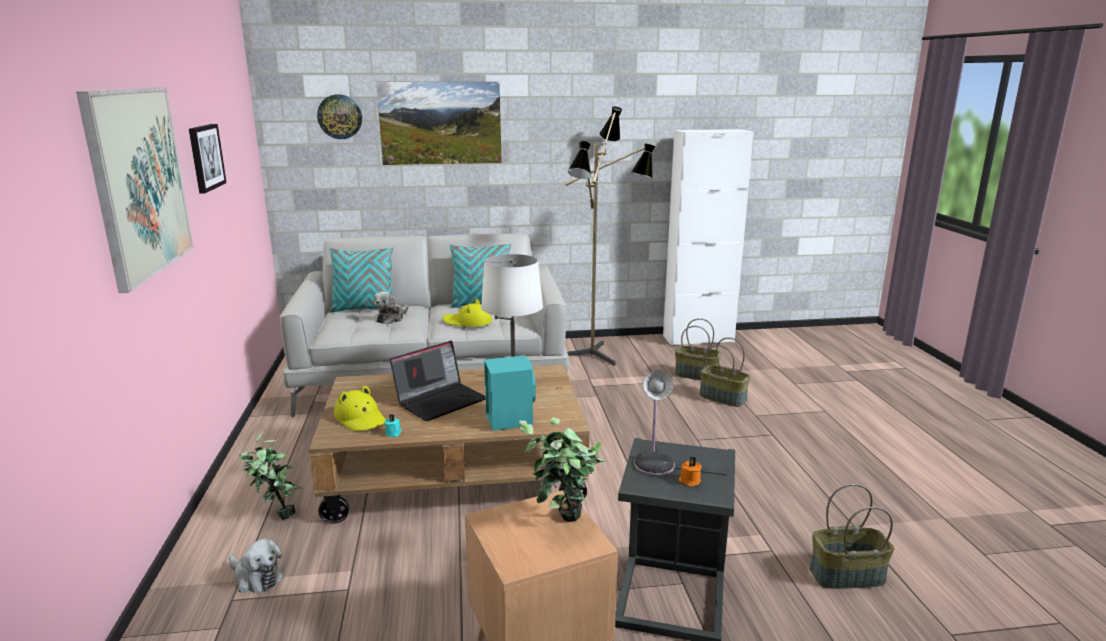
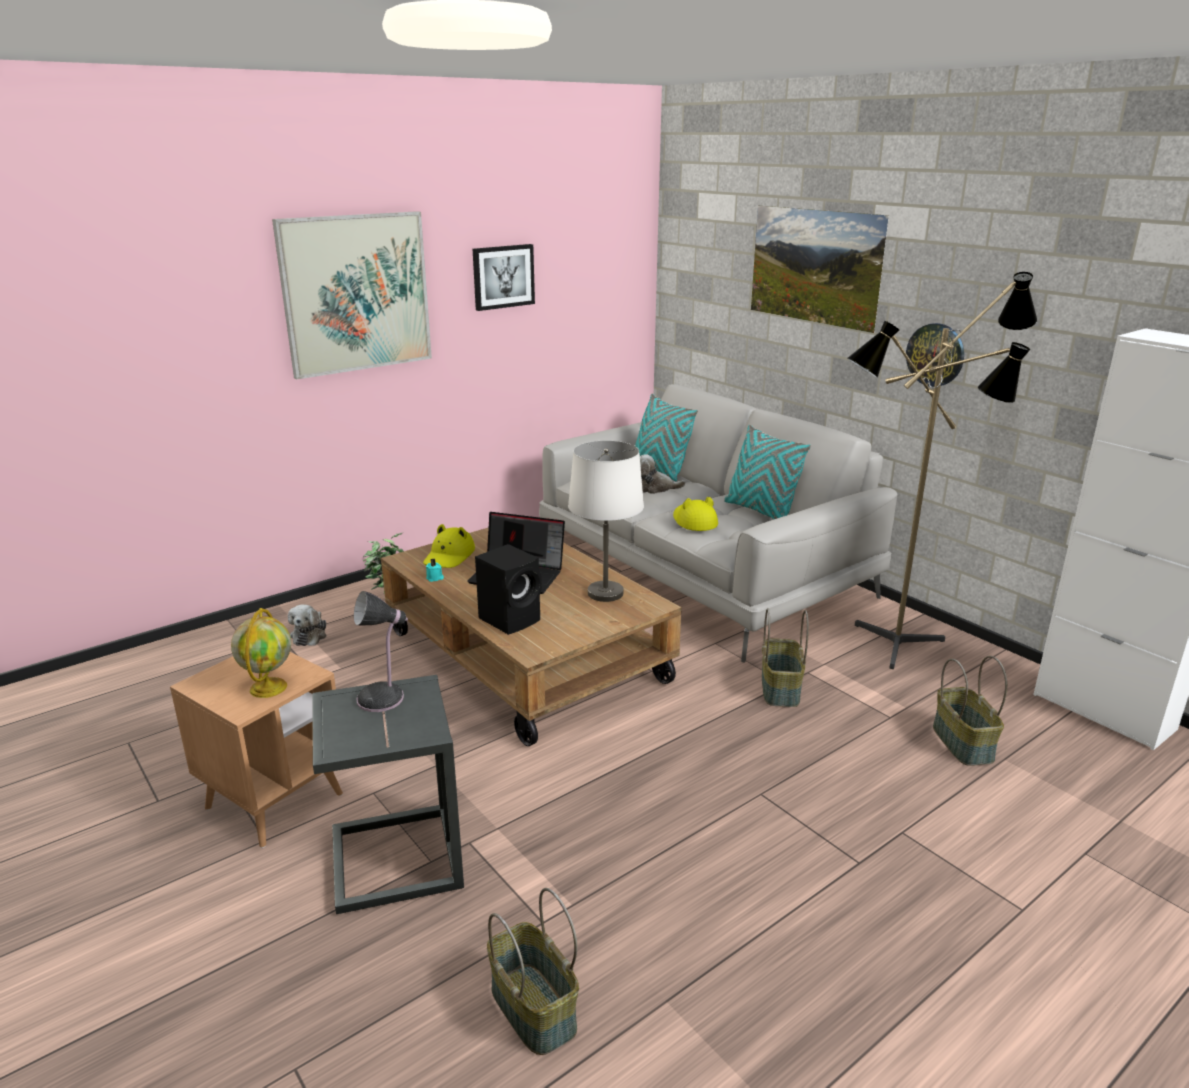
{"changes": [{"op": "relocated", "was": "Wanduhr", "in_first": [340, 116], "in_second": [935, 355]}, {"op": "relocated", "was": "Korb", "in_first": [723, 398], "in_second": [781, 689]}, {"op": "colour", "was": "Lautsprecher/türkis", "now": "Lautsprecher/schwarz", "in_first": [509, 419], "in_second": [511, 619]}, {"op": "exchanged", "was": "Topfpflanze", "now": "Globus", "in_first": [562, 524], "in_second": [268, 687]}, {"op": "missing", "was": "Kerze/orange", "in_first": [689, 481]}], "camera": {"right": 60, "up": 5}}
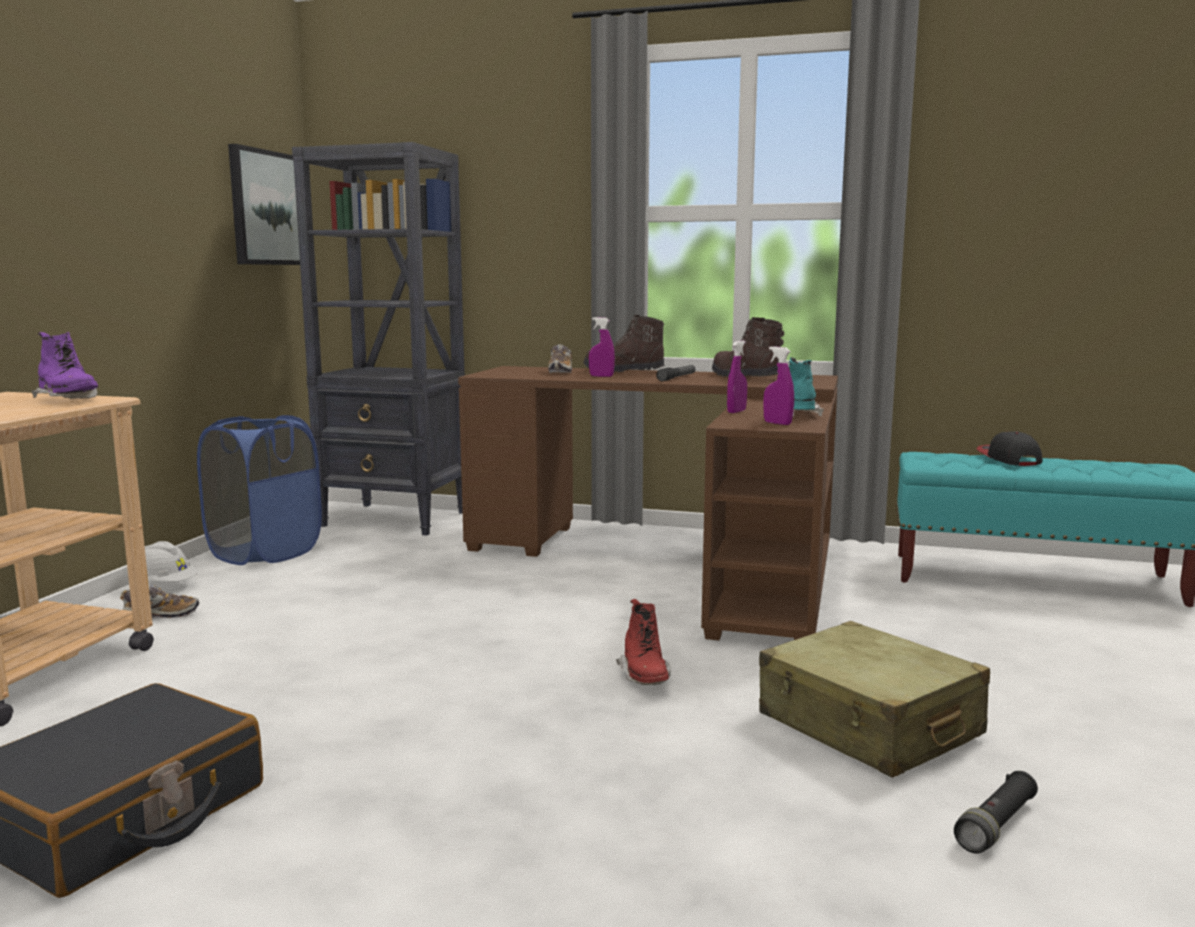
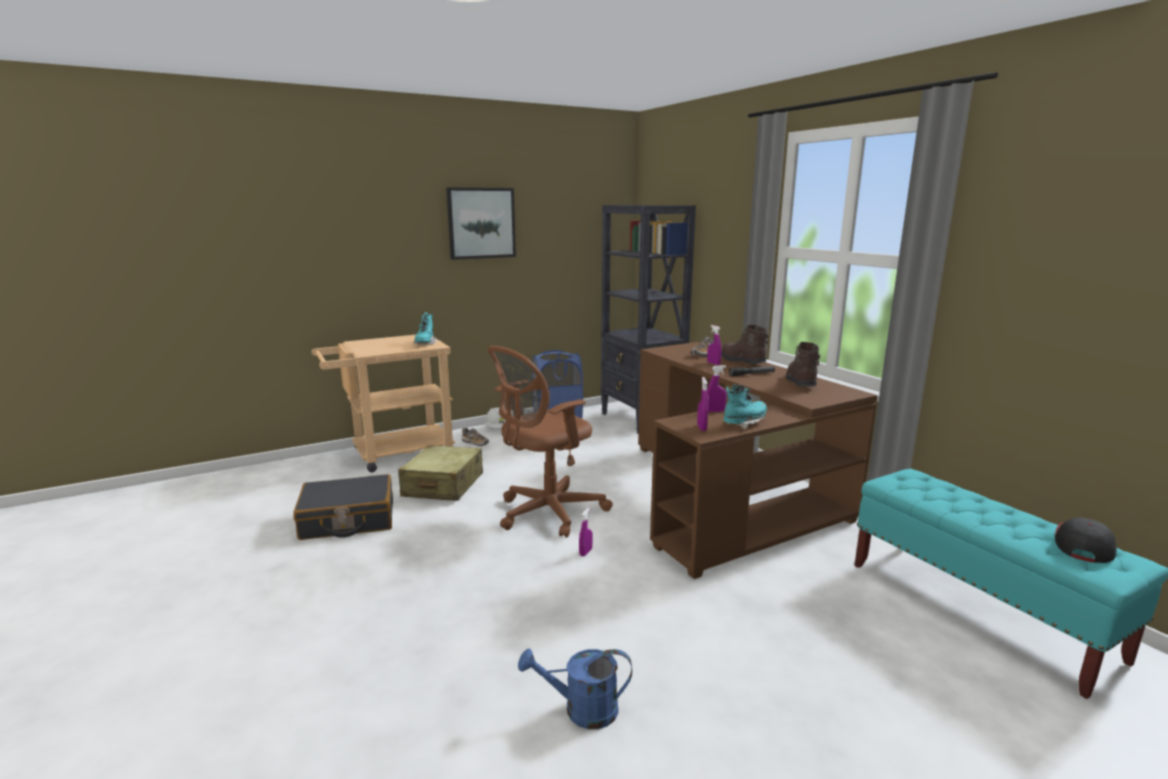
{"changes": [{"op": "relocated", "was": "Bild", "in_first": [268, 208], "in_second": [481, 223]}, {"op": "colour", "was": "Stiefel/lila", "now": "Stiefel/türkis", "in_first": [69, 400], "in_second": [425, 344]}, {"op": "relocated", "was": "Kappe", "in_first": [1008, 458], "in_second": [1083, 544]}, {"op": "exchanged", "was": "Stiefel/rot", "now": "Sprühflasche/lila", "in_first": [645, 677], "in_second": [585, 552]}, {"op": "relocated", "was": "Koffer/beige", "in_first": [868, 725], "in_second": [443, 485]}, {"op": "exchanged", "was": "Taschenlampe/schwarz", "now": "Gießkanne/blau", "in_first": [996, 825], "in_second": [581, 710]}, {"op": "appeared", "now": "Bürostuhl/braun", "in_second": [546, 513]}], "camera": {"right": 45, "up": 5}}
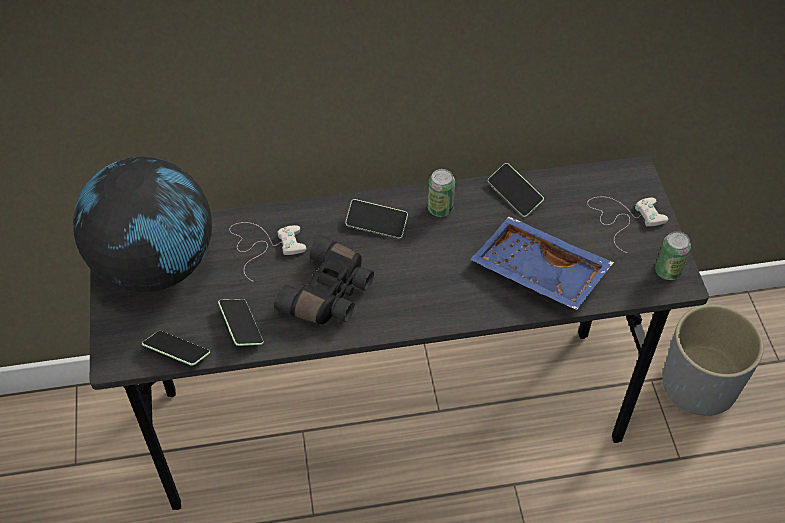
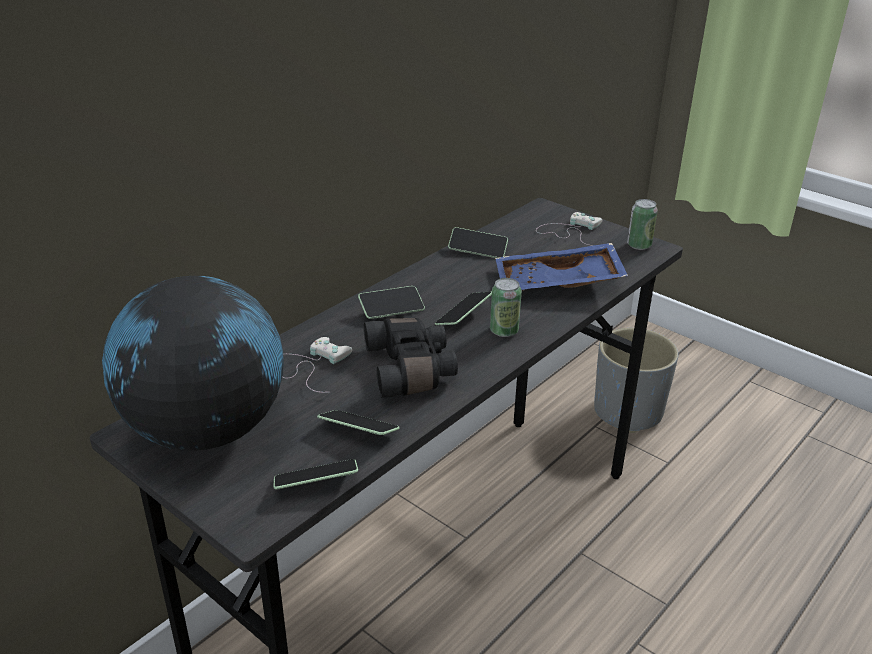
{"changes": [{"op": "relocated", "was": "Dose", "in_first": [440, 209], "in_second": [504, 331]}, {"op": "appeared", "now": "Handy", "in_second": [463, 316]}], "camera": {"right": -40, "up": -20}}
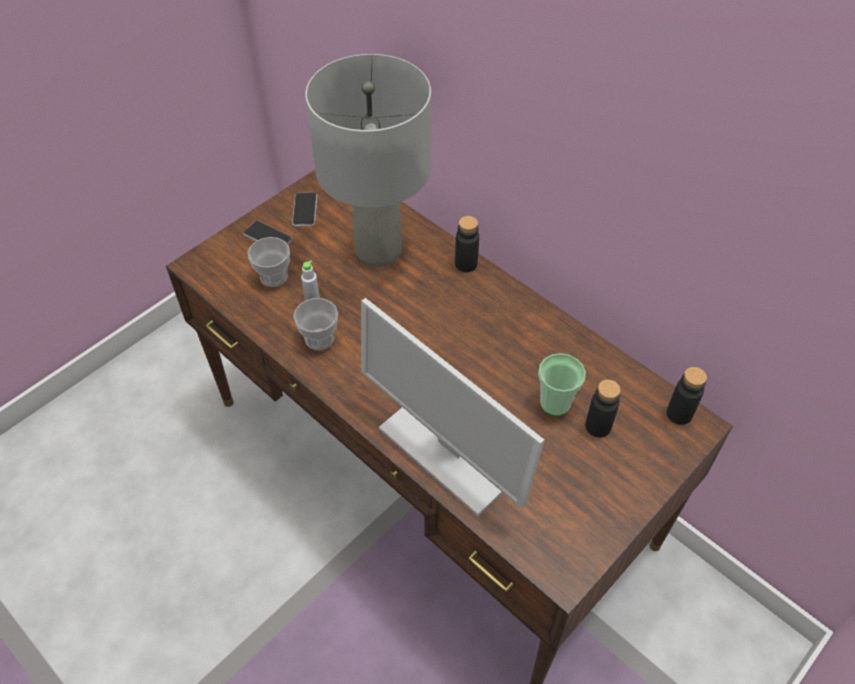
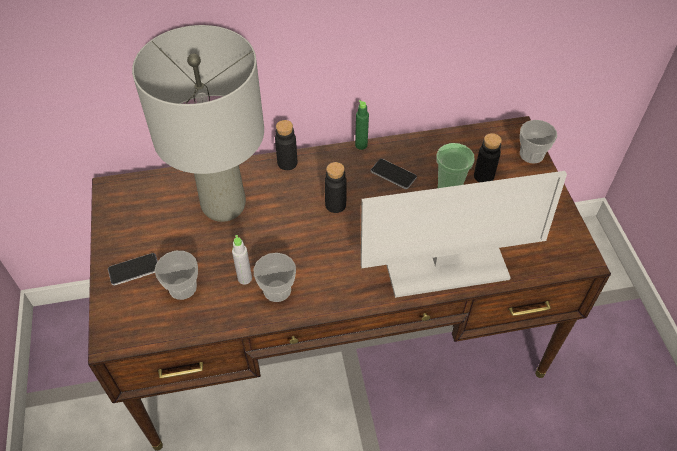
{"changes": [{"op": "relocated", "was": "Handy", "in_first": [305, 210], "in_second": [393, 174]}, {"op": "relocated", "was": "Flasche/schwarz", "in_first": [679, 414], "in_second": [335, 205]}, {"op": "appeared", "now": "Flasche/grün", "in_second": [361, 145]}, {"op": "appeared", "now": "Tasse", "in_second": [531, 154]}], "camera": {"right": -55, "up": 0}}
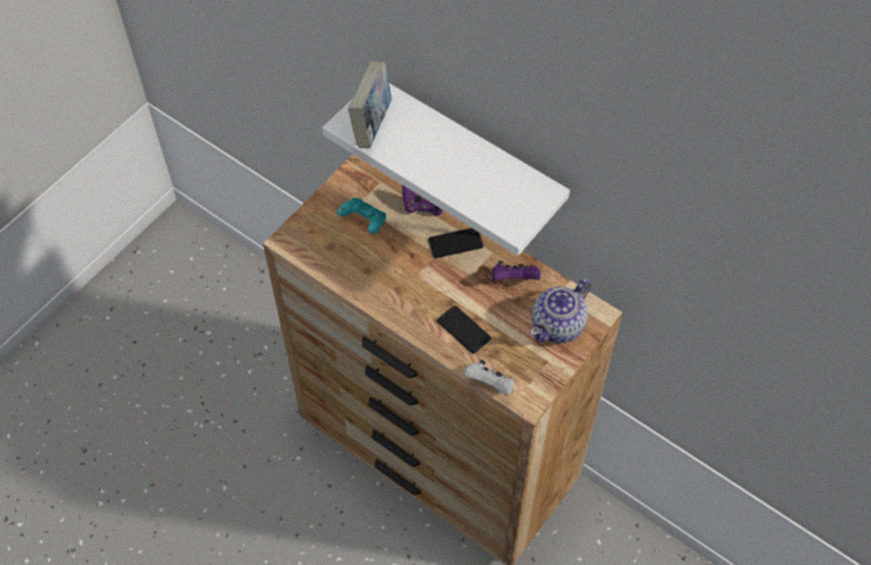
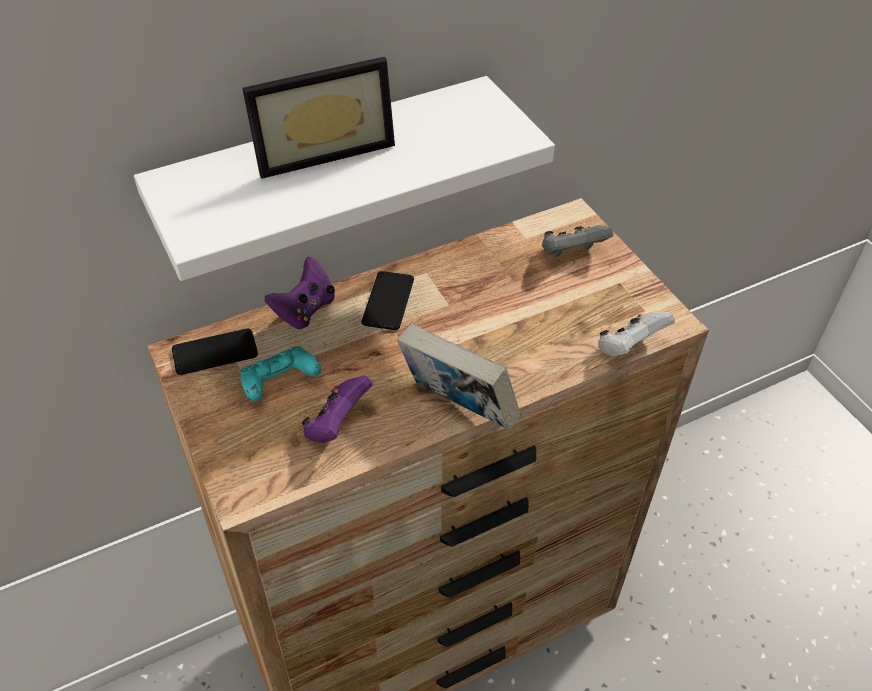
{"changes": [{"op": "relocated", "was": "Buch", "in_first": [372, 124], "in_second": [457, 408]}, {"op": "relocated", "was": "Gamepad/lila", "in_first": [514, 279], "in_second": [337, 424]}, {"op": "exchanged", "was": "Teekanne", "now": "Gamepad/grau", "in_first": [559, 325], "in_second": [571, 254]}, {"op": "relocated", "was": "Handy", "in_first": [464, 330], "in_second": [215, 352]}, {"op": "appeared", "now": "Bilderrahmen", "in_second": [321, 148]}], "camera": {"right": -65, "up": -10}}
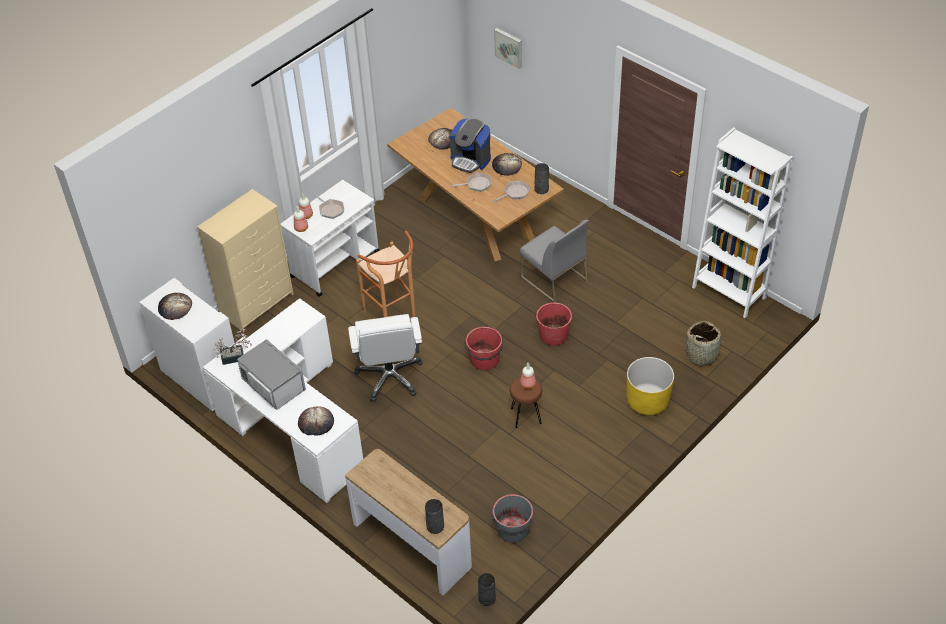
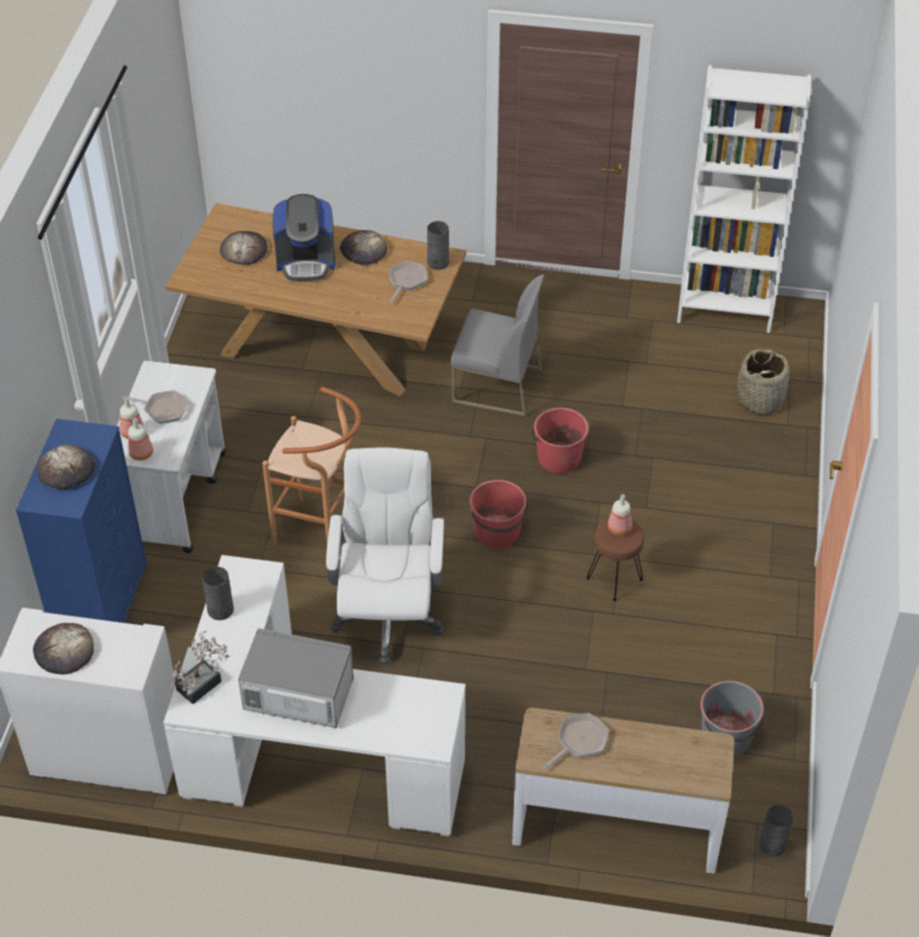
{"changes": [{"op": "missing", "was": "Bild", "in_first": [509, 47]}, {"op": "relocated", "was": "Pfanne", "in_first": [477, 184], "in_second": [579, 741]}, {"op": "colour", "was": "Kommode/beige", "now": "Kommode/blau", "in_first": [257, 304], "in_second": [102, 605]}, {"op": "spun", "was": "Bürostuhl/weiß", "in_first": [390, 377], "in_second": [388, 616], "clockwise": -135}, {"op": "missing", "was": "Pflanzkübel/gelb", "in_first": [647, 401]}, {"op": "relocated", "was": "Brot", "in_first": [316, 423], "in_second": [66, 470]}, {"op": "relocated", "was": "Vase/grau", "in_first": [434, 526], "in_second": [219, 610]}], "camera": {"right": -35, "up": 0}}
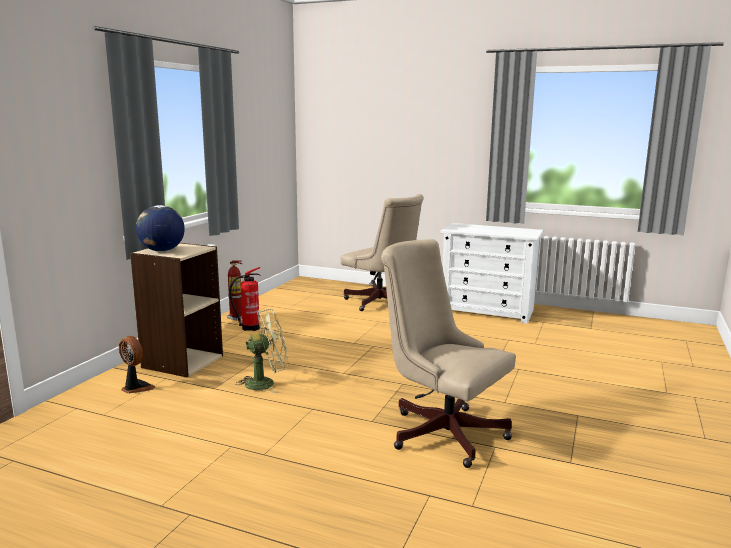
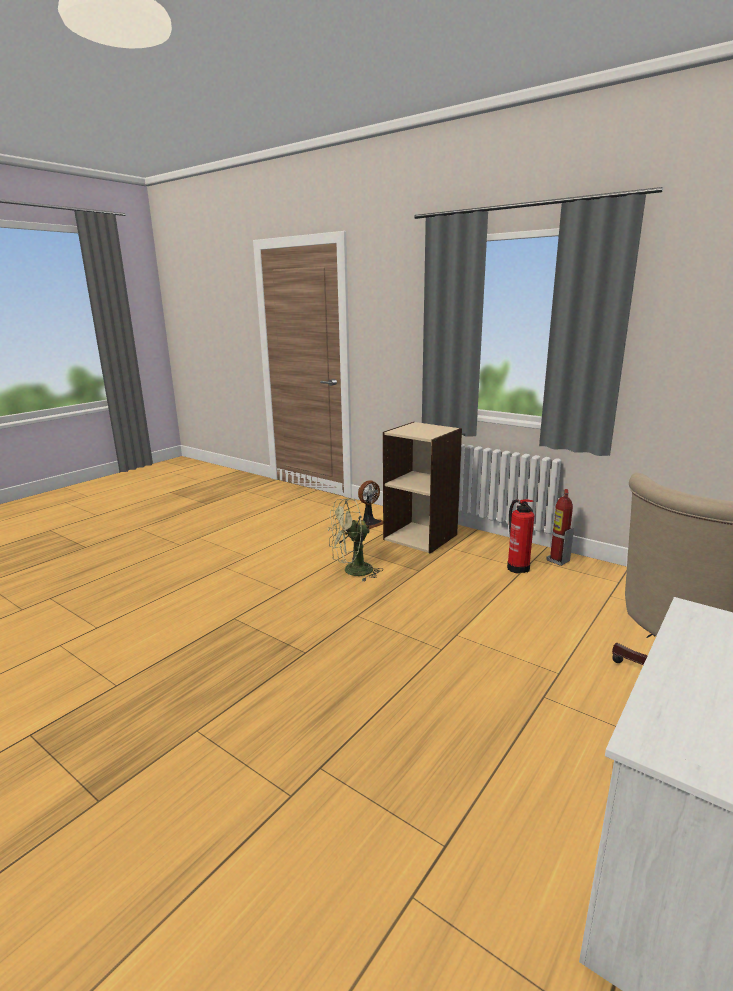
{"changes": [{"op": "missing", "was": "Globus", "in_first": [162, 251]}, {"op": "missing", "was": "Bürostuhl/beige", "in_first": [441, 431]}, {"op": "spun", "was": "Ventilator/grün", "in_first": [266, 383], "in_second": [352, 572], "clockwise": 75}], "camera": {"right": 105, "up": 5}}
